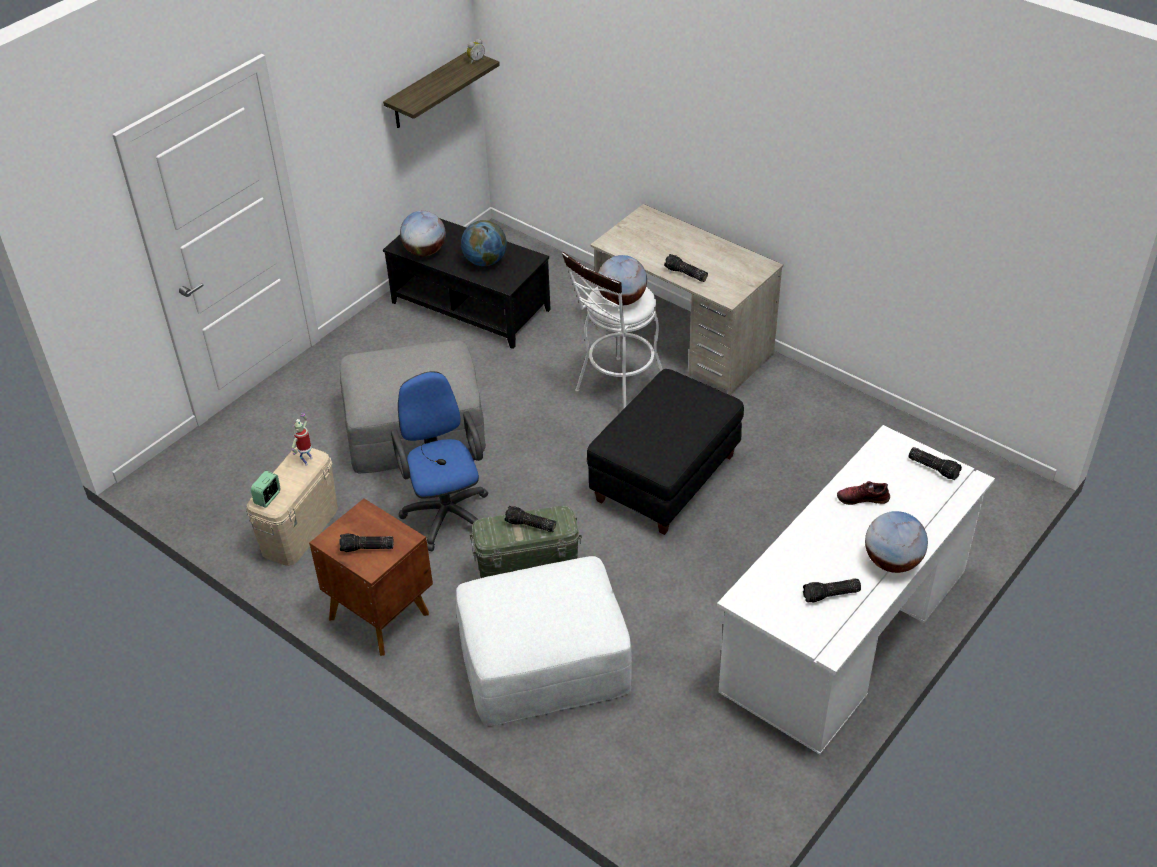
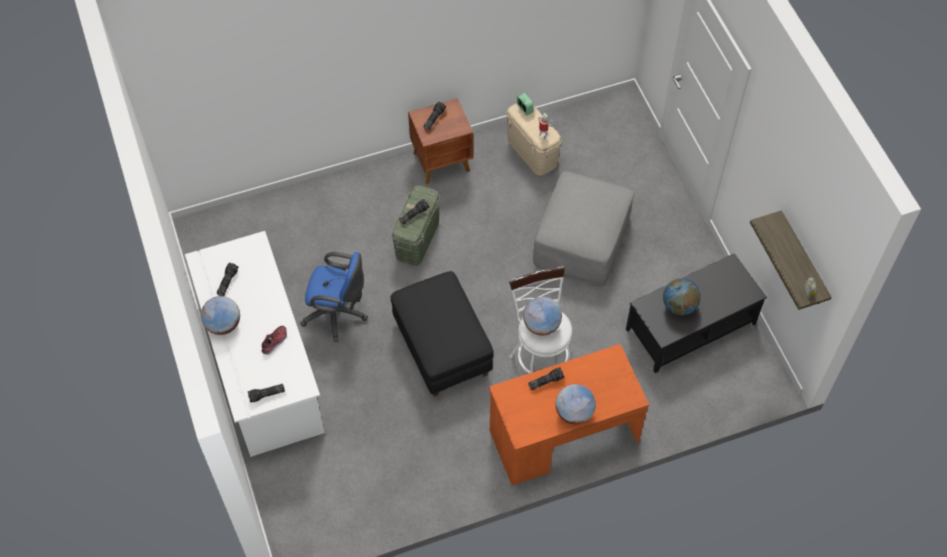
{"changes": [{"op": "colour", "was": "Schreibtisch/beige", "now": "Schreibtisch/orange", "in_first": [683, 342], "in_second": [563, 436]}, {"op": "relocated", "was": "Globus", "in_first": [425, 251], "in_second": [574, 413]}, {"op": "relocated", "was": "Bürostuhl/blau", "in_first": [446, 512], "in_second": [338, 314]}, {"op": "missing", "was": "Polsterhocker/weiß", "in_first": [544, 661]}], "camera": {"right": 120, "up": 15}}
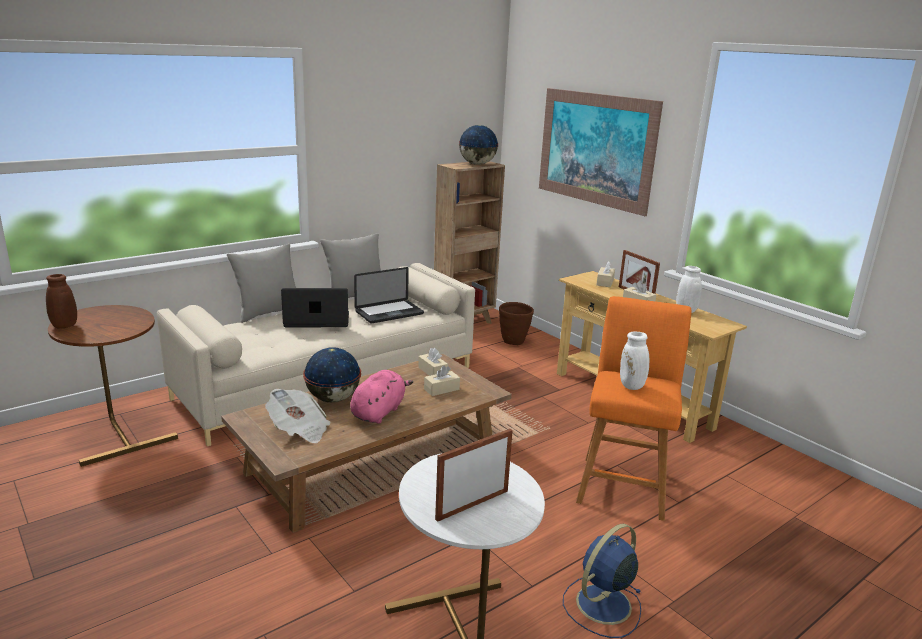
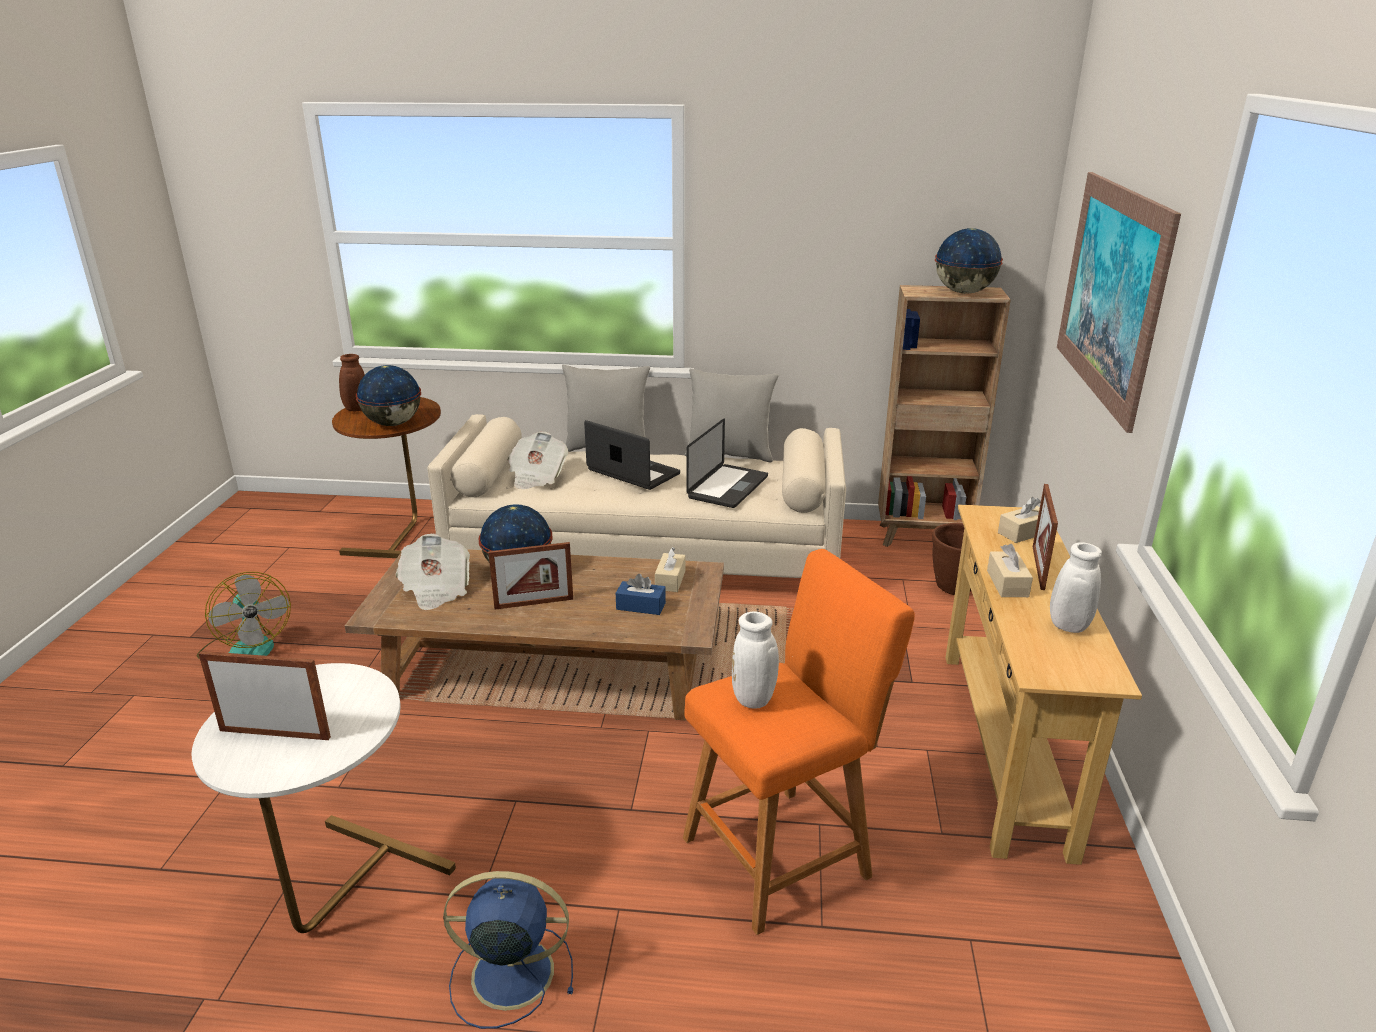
{"changes": [{"op": "spun", "was": "Laptop", "in_first": [389, 313], "in_second": [728, 487], "clockwise": -75}, {"op": "colour", "was": "Taschentuchbox/beige", "now": "Taschentuchbox/blau", "in_first": [441, 389], "in_second": [641, 606]}, {"op": "exchanged", "was": "Plüschtier/rosa", "now": "Bilderrahmen", "in_first": [379, 412], "in_second": [534, 603]}, {"op": "appeared", "now": "Globus", "in_second": [392, 424]}, {"op": "appeared", "now": "Zeitung", "in_second": [537, 477]}, {"op": "appeared", "now": "Ventilator", "in_second": [246, 648]}], "camera": {"right": 45, "up": 5}}
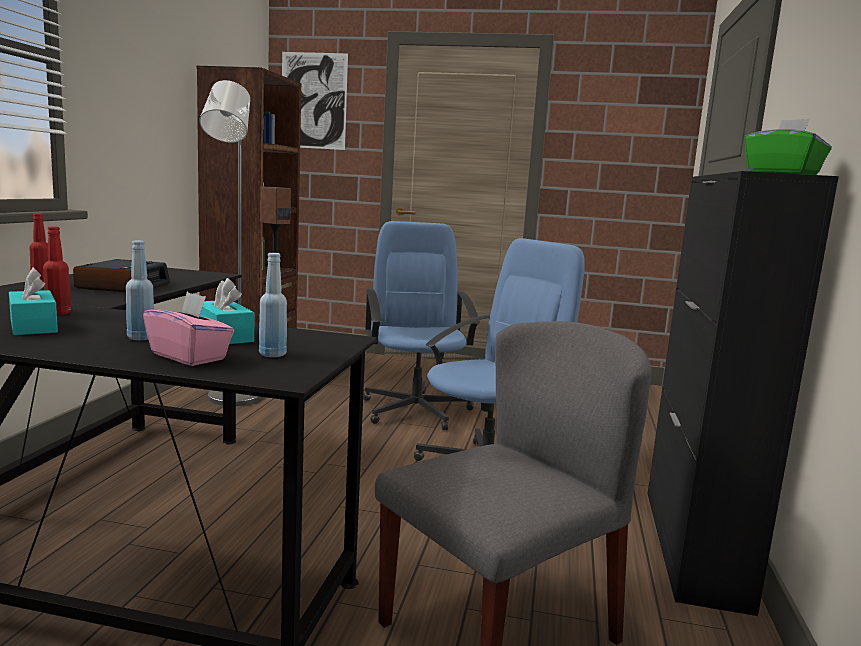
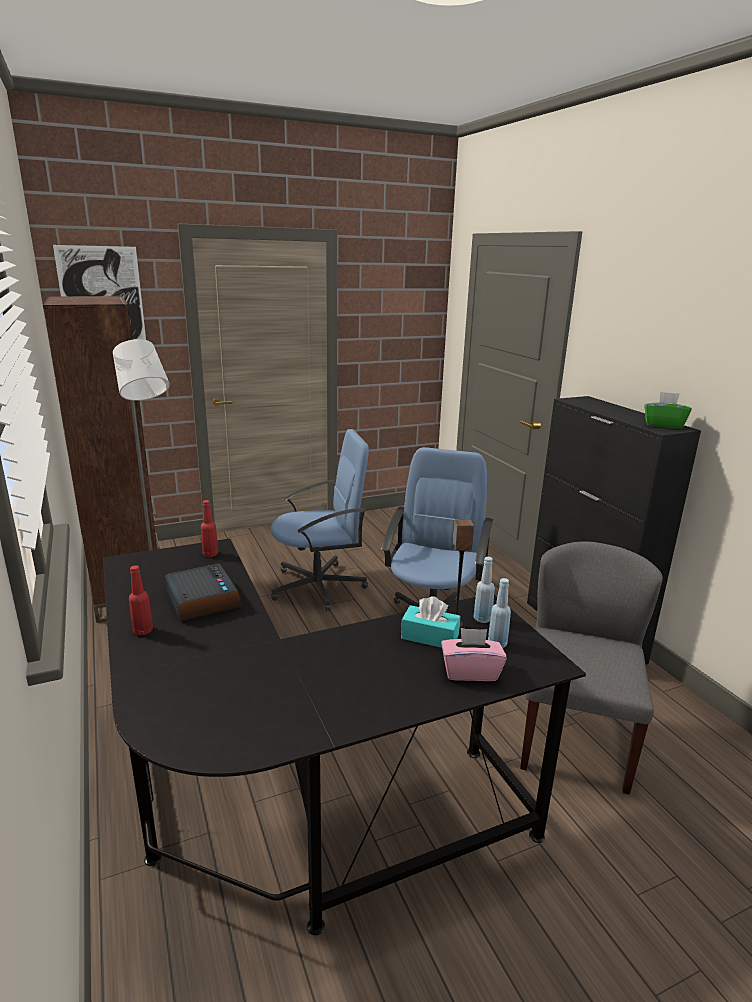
{"changes": [{"op": "spun", "was": "Bürostuhl/blau", "in_first": [416, 409], "in_second": [319, 586], "clockwise": 120}, {"op": "relocated", "was": "Flasche/rot", "in_first": [58, 313], "in_second": [210, 554]}, {"op": "relocated", "was": "Flasche/blau", "in_first": [141, 338], "in_second": [482, 619]}, {"op": "missing", "was": "Taschentuchbox/türkis", "in_first": [33, 326]}], "camera": {"right": -35, "up": 10}}
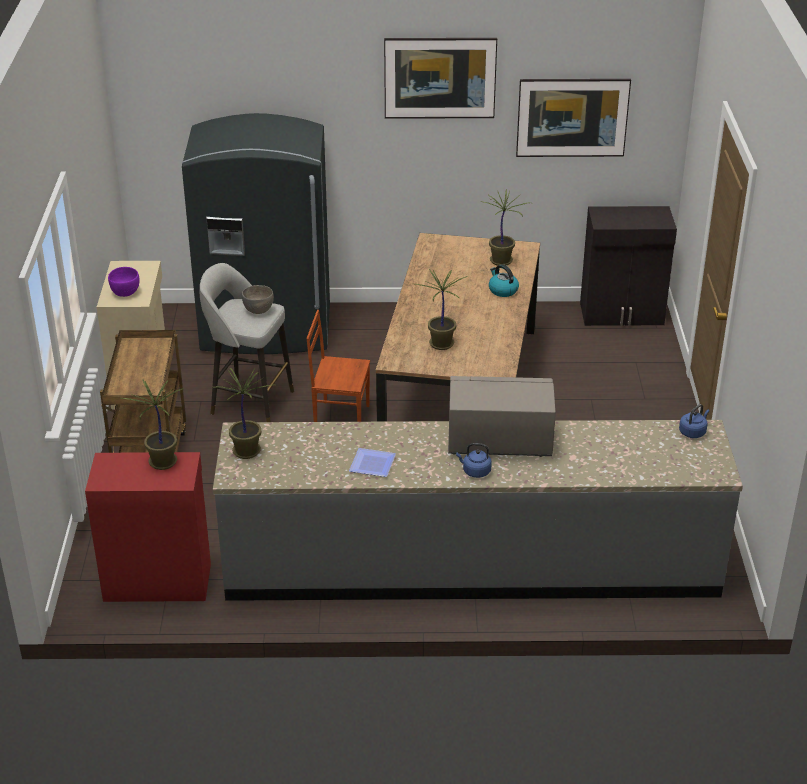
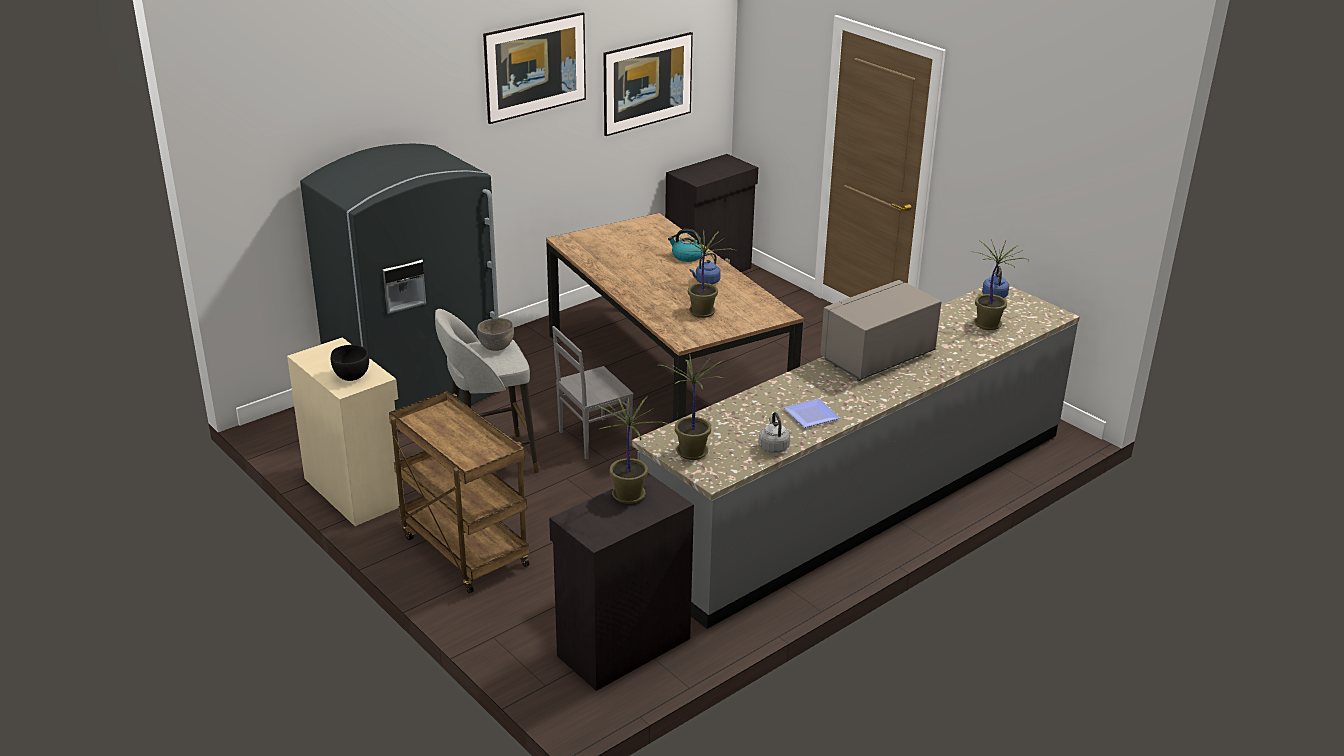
{"changes": [{"op": "relocated", "was": "Topfpflanze", "in_first": [502, 261], "in_second": [988, 324]}, {"op": "colour", "was": "Schüssel/lila", "now": "Schüssel/schwarz", "in_first": [125, 293], "in_second": [351, 376]}, {"op": "colour", "was": "Stuhl/braun", "now": "Stuhl/grau", "in_first": [341, 418], "in_second": [593, 438]}, {"op": "relocated", "was": "Wasserkessel/blau", "in_first": [475, 471], "in_second": [706, 282]}, {"op": "colour", "was": "Schrank/rot", "now": "Schrank/schwarz", "in_first": [157, 581], "in_second": [622, 646]}, {"op": "appeared", "now": "Wasserkessel/grau", "in_second": [773, 446]}], "camera": {"right": -40, "up": -5}}
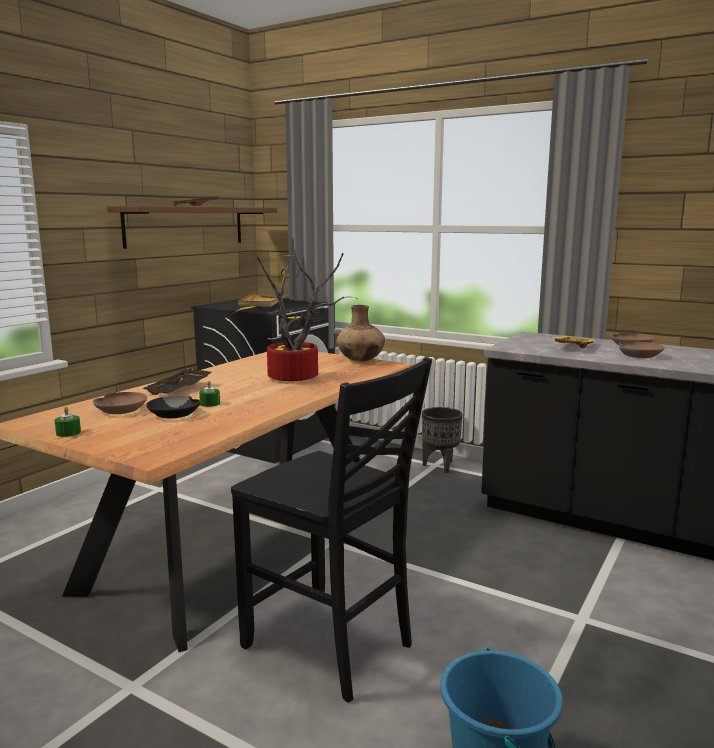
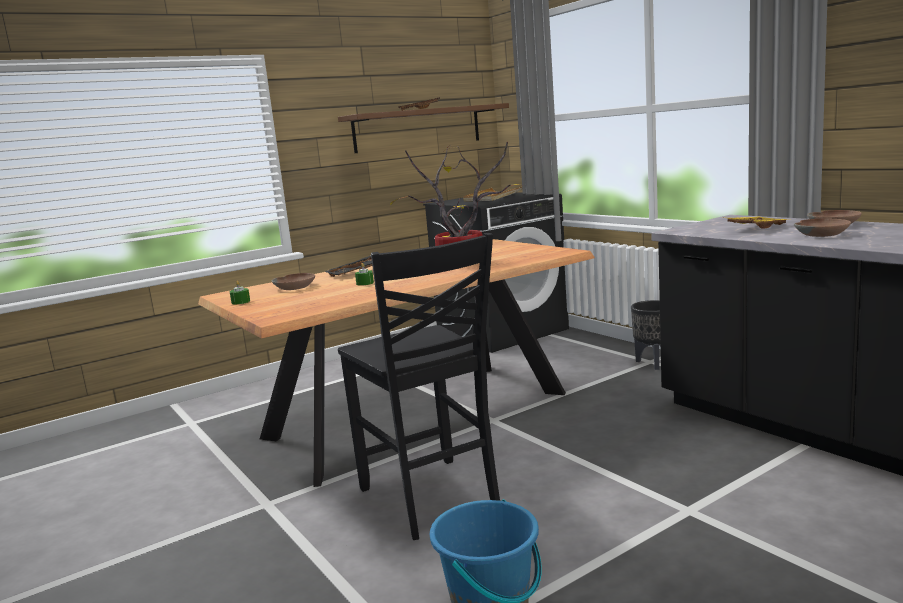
{"changes": [{"op": "missing", "was": "Vase/braun", "in_first": [360, 360]}, {"op": "missing", "was": "Schüssel/schwarz", "in_first": [174, 414]}], "camera": {"right": 25, "up": 0}}
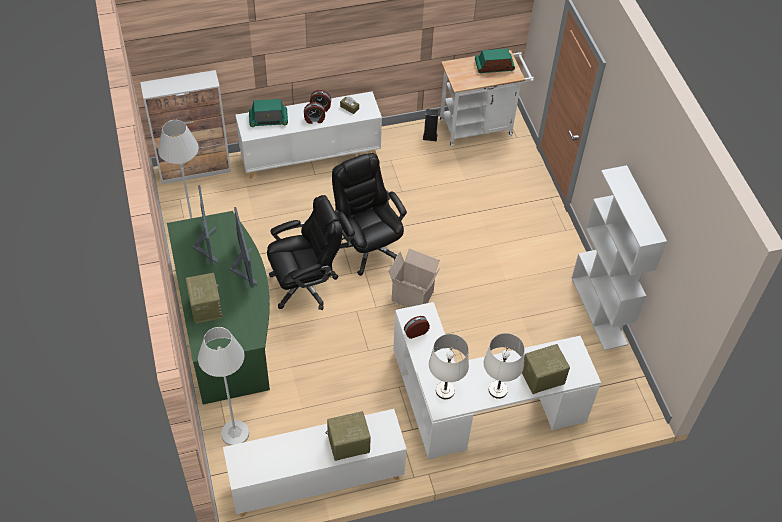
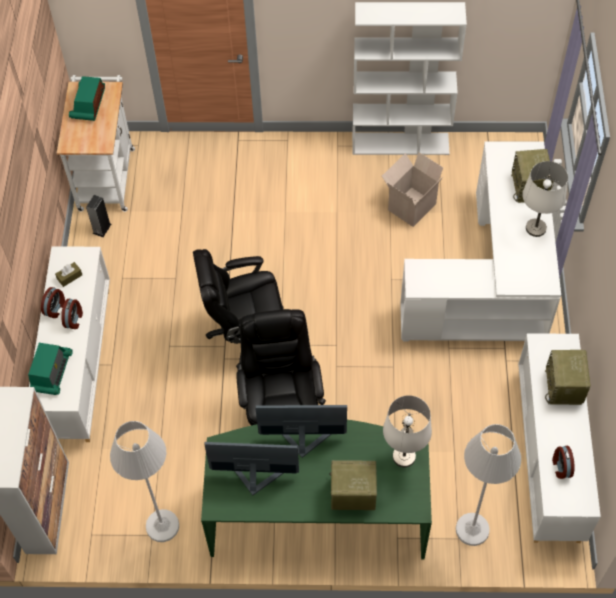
{"changes": [{"op": "relocated", "was": "Karton", "in_first": [413, 295], "in_second": [411, 206]}, {"op": "relocated", "was": "Wecker", "in_first": [415, 332], "in_second": [561, 467]}, {"op": "relocated", "was": "Tischlampe/weiß", "in_first": [445, 391], "in_second": [404, 456]}], "camera": {"right": -70, "up": 5}}
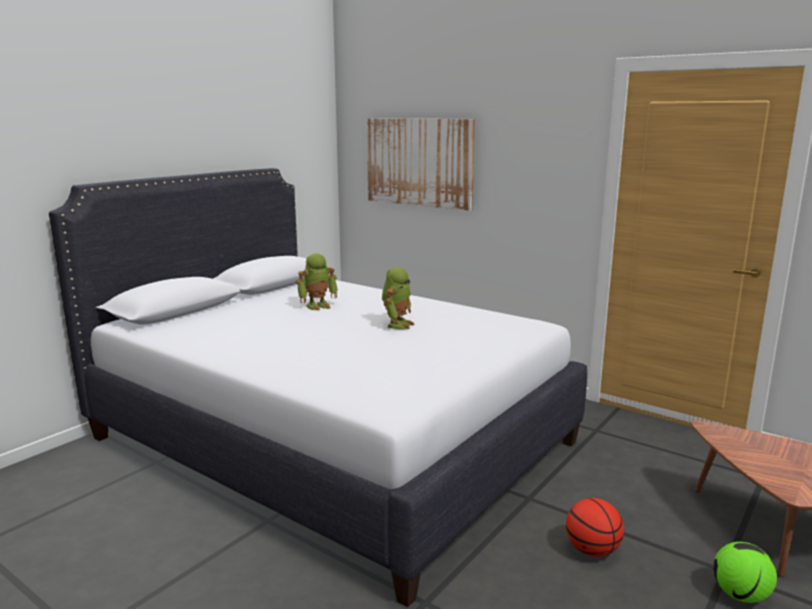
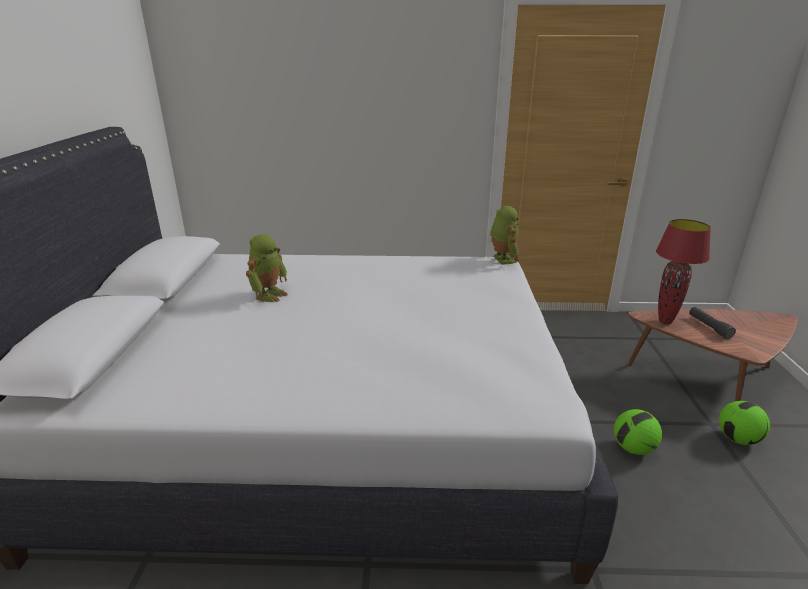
{"changes": [{"op": "missing", "was": "Bild", "in_first": [419, 162]}, {"op": "relocated", "was": "Spielzeugroboter", "in_first": [397, 324], "in_second": [502, 259]}, {"op": "exchanged", "was": "Basketball", "now": "Fußball", "in_first": [592, 550], "in_second": [633, 448]}, {"op": "appeared", "now": "Tischlampe/rot", "in_second": [665, 321]}, {"op": "appeared", "now": "Taschenlampe/schwarz", "in_second": [709, 327]}], "camera": {"right": -35, "up": 10}}
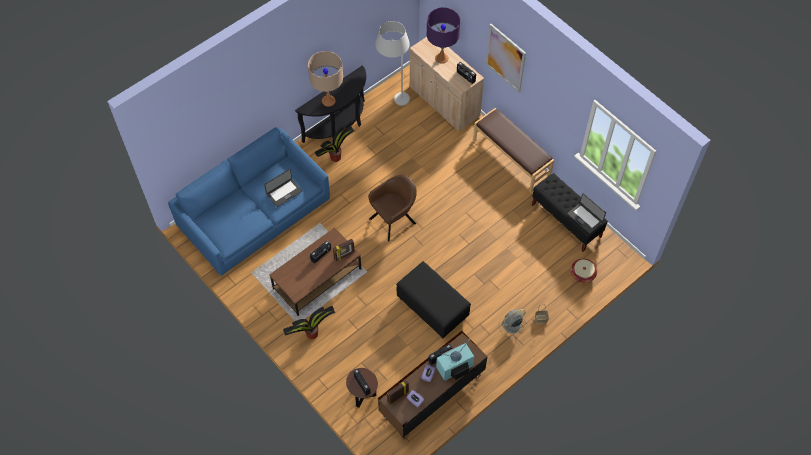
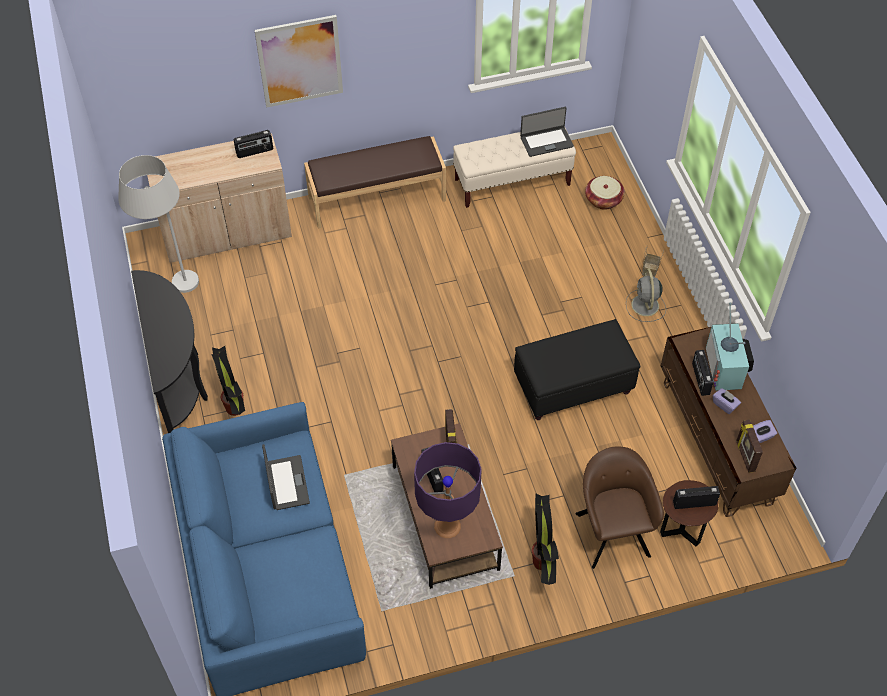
{"changes": [{"op": "relocated", "was": "Tischlampe/lila", "in_first": [441, 58], "in_second": [447, 526]}, {"op": "missing", "was": "Tischlampe/beige", "in_first": [328, 100]}, {"op": "colour", "was": "Bank/schwarz", "now": "Bank/beige", "in_first": [566, 221], "in_second": [512, 182]}, {"op": "relocated", "was": "Sessel/braun", "in_first": [394, 220], "in_second": [611, 531]}], "camera": {"right": -65, "up": -5}}
